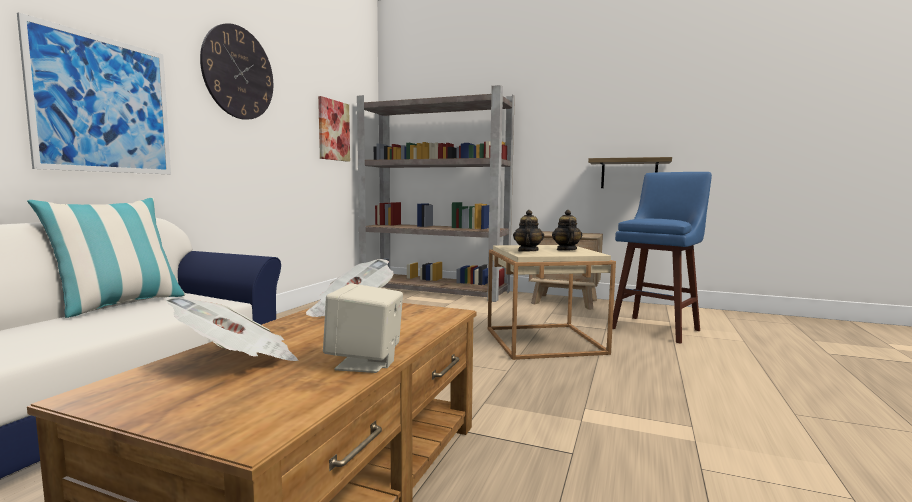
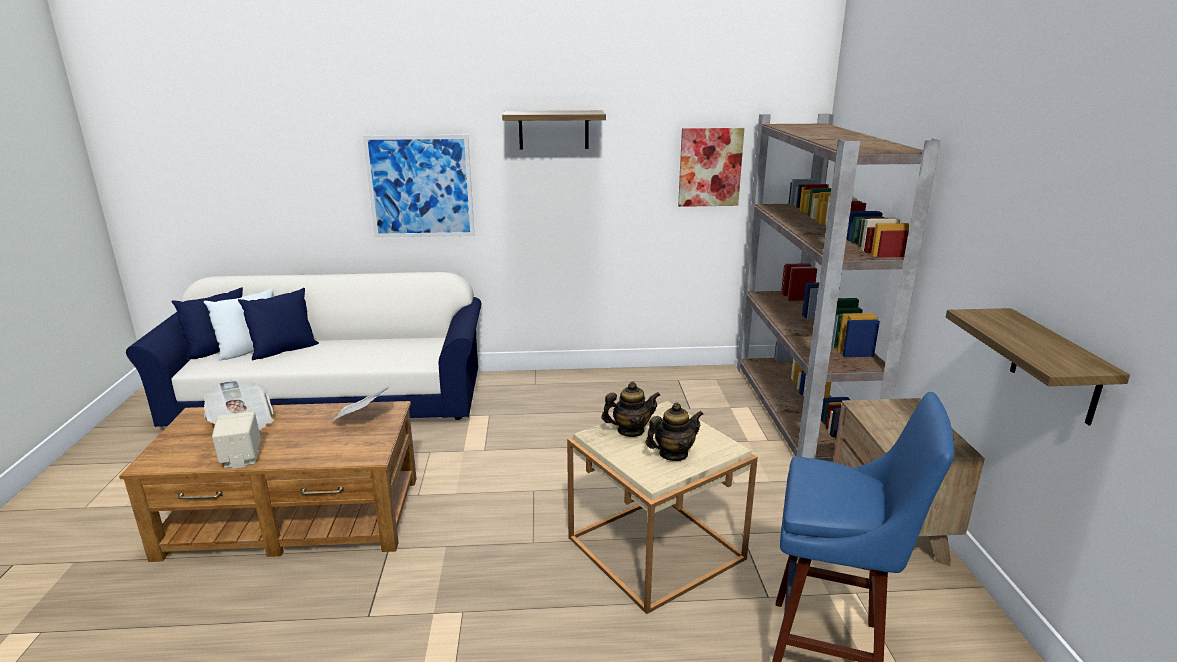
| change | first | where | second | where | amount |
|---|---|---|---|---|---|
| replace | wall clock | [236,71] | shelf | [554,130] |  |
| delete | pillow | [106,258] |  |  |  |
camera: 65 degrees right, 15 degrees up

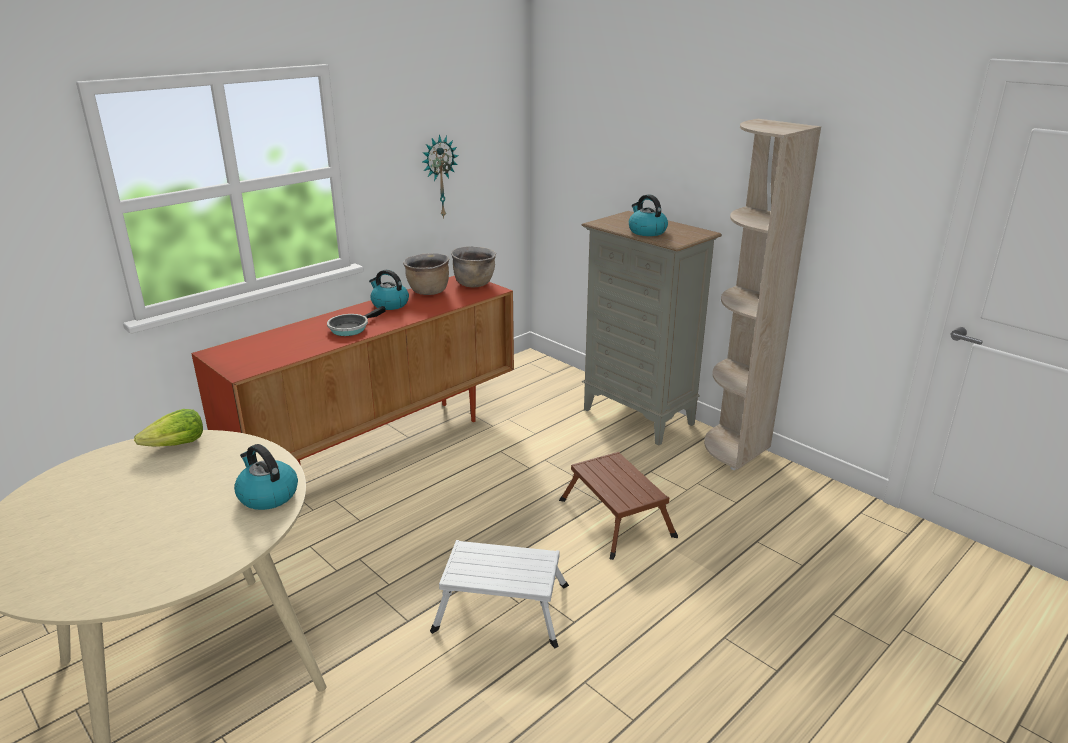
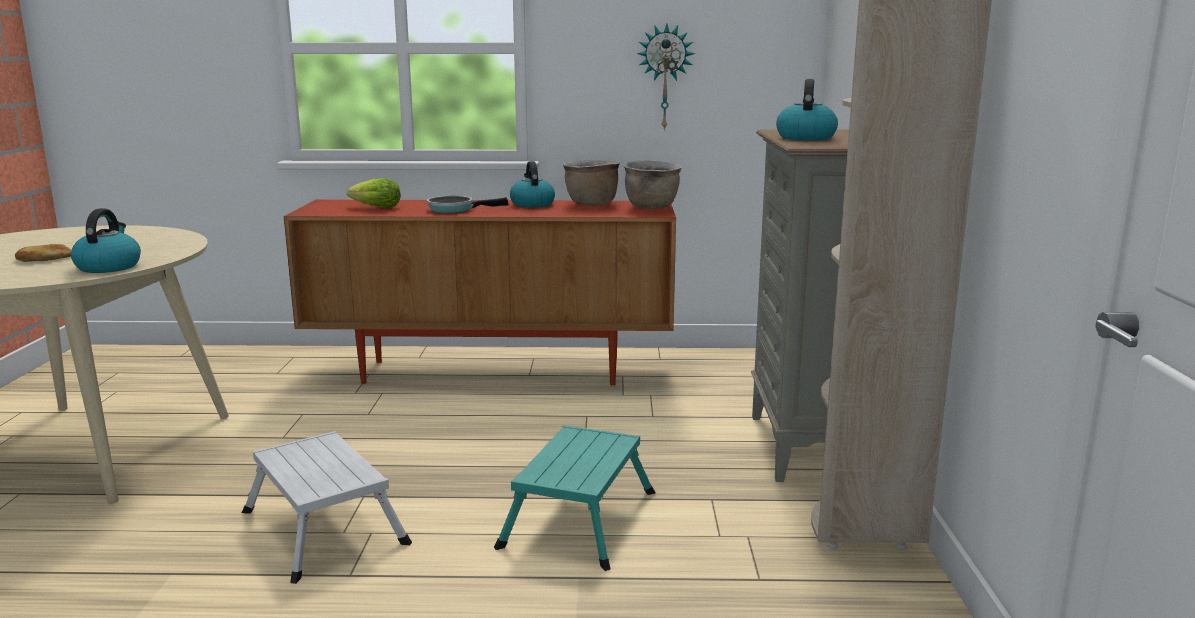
| change | first | where | second | where | amount |
|---|---|---|---|---|---|
| move | lettuce | [168,428] |  | [374,193] |  |
| recolor | brown step ladder | [618,506] | turquoise step ladder | [575,498] |  |
| insert |  |  | bread | [43,253] |  |
camera: 45 degrees right, 10 degrees down

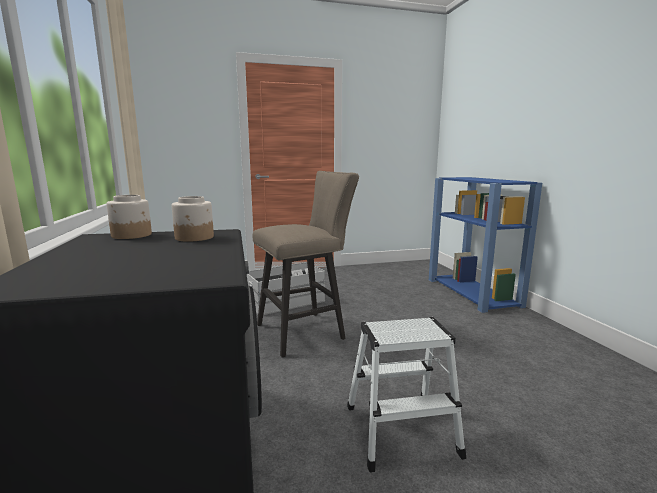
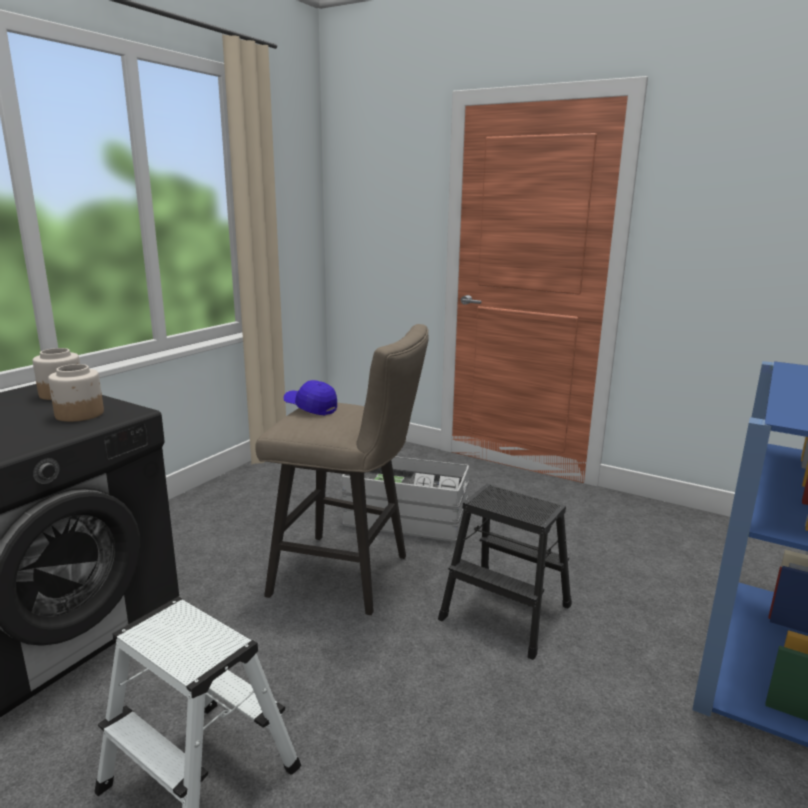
| change | first | where | second | where | amount |
|---|---|---|---|---|---|
| insert |  |  | blue cap | [310,398] |  |
| insert |  |  | black step ladder | [505,572] |  |
camera: 45 degrees right, 5 degrees up

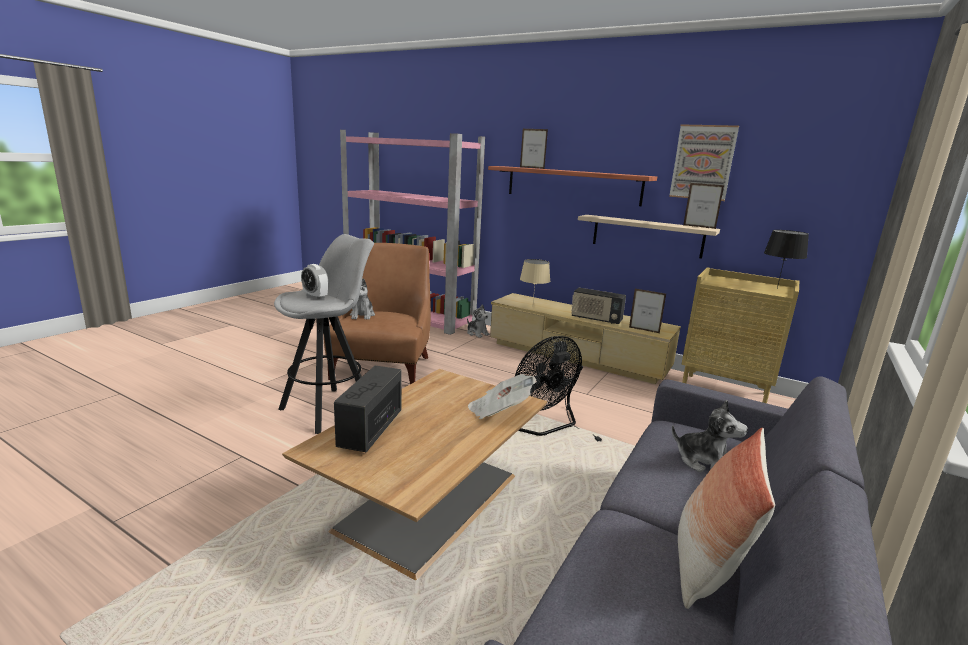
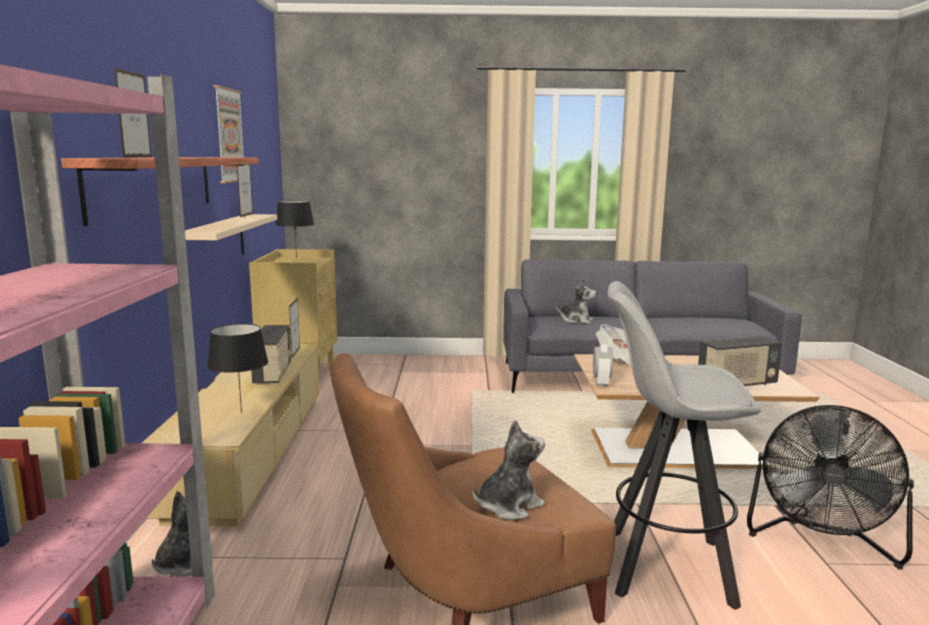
| change | first | where | second | where | amount |
|---|---|---|---|---|---|
| recolor | beige table lamp | [535,280] | black table lamp | [237,368] |  |
| move | alarm clock | [314,281] |  | [603,365] |  |
| move | black fan | [558,389] |  | [830,487] |  |
| rotate | plush toy | [710,436] |  | [576,301] | 105 degrees clockwise |
| delete | pillow | [726,518] |  |  |  |
camera: 120 degrees left, 5 degrees down

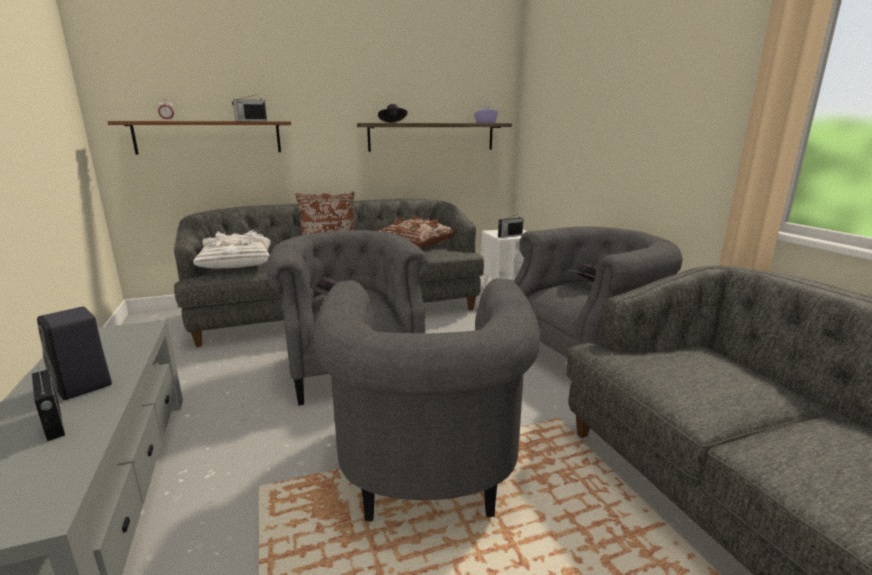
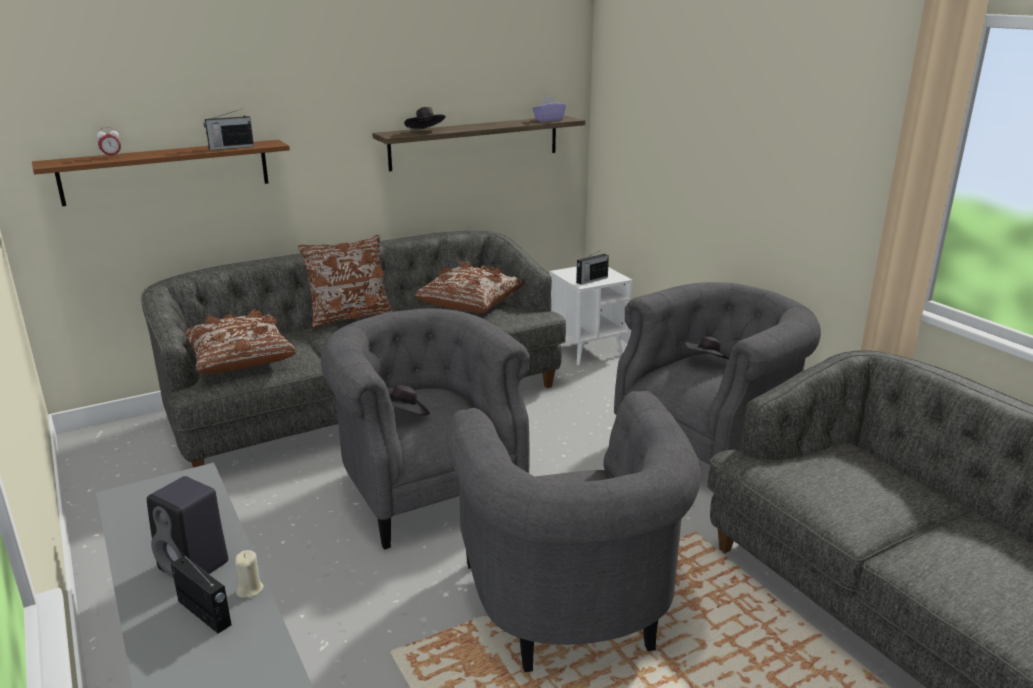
| change | first | where | second | where | amount |
|---|---|---|---|---|---|
| recolor | white pillow | [232,249] | brown pillow | [240,341] |  |
| insert |  |  | beige candle | [249,574] |  |
camera: 10 degrees left, 5 degrees up

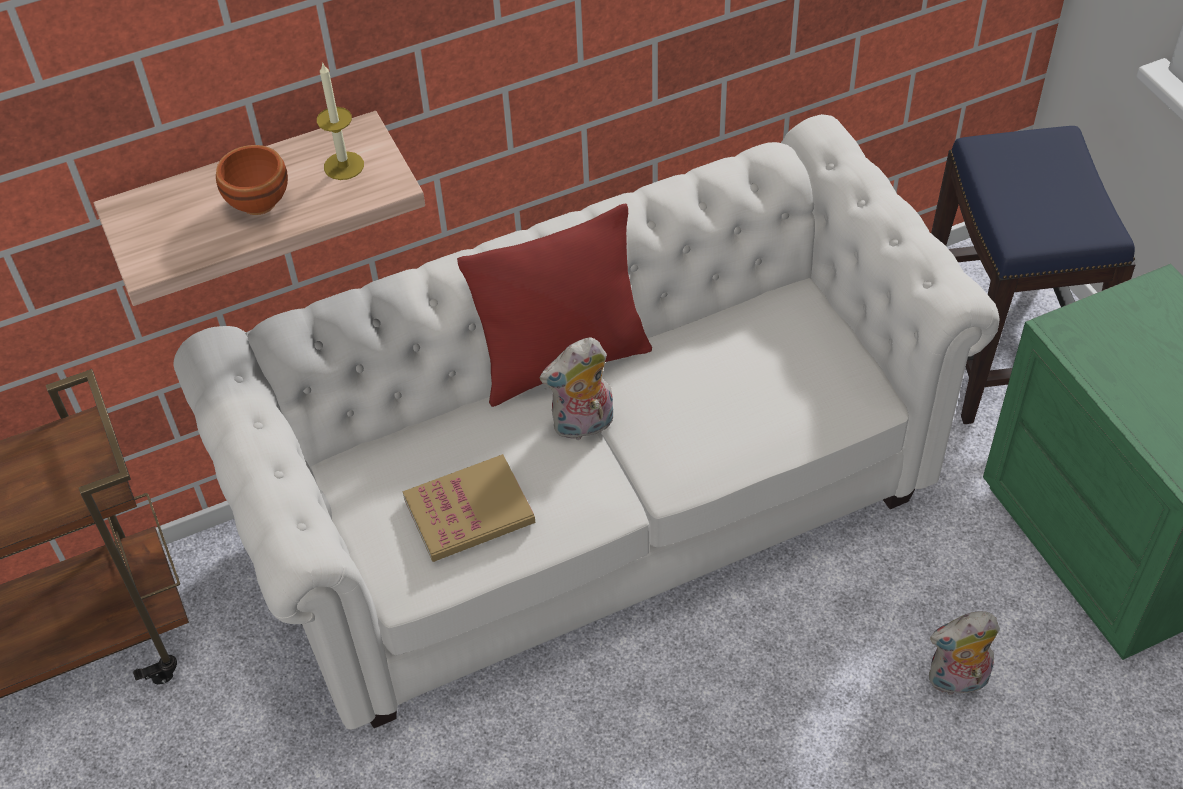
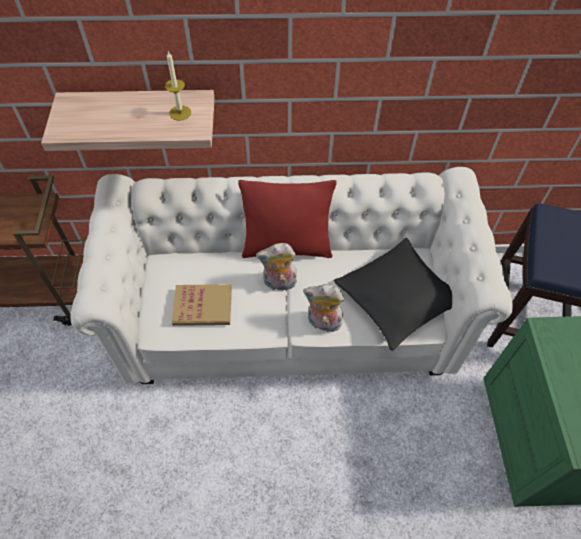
| change | first | where | second | where | amount |
|---|---|---|---|---|---|
| delete | brown bowl | [252,180] |  |  |  |
| move | plush toy | [964,653] |  | [323,308] |  |
| insert |  |  | black pillow | [393,294] |  |
camera: 20 degrees right, 5 degrees up

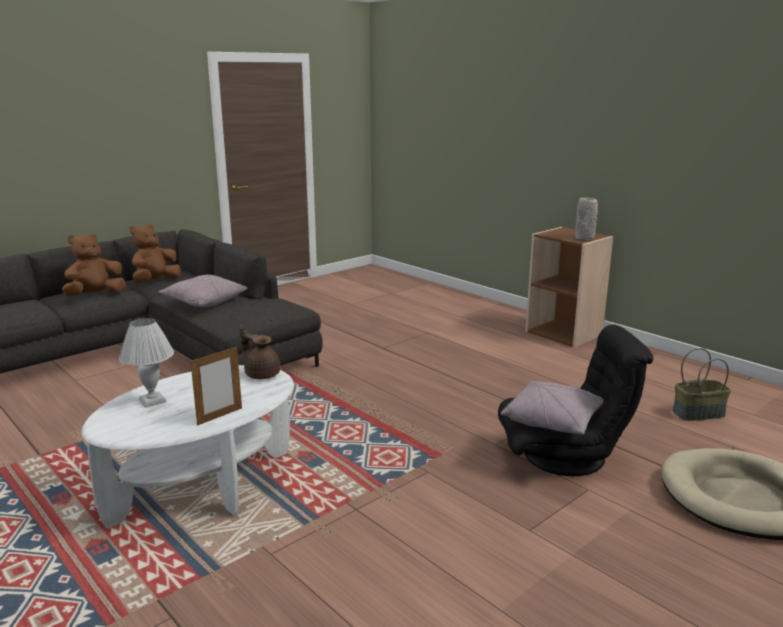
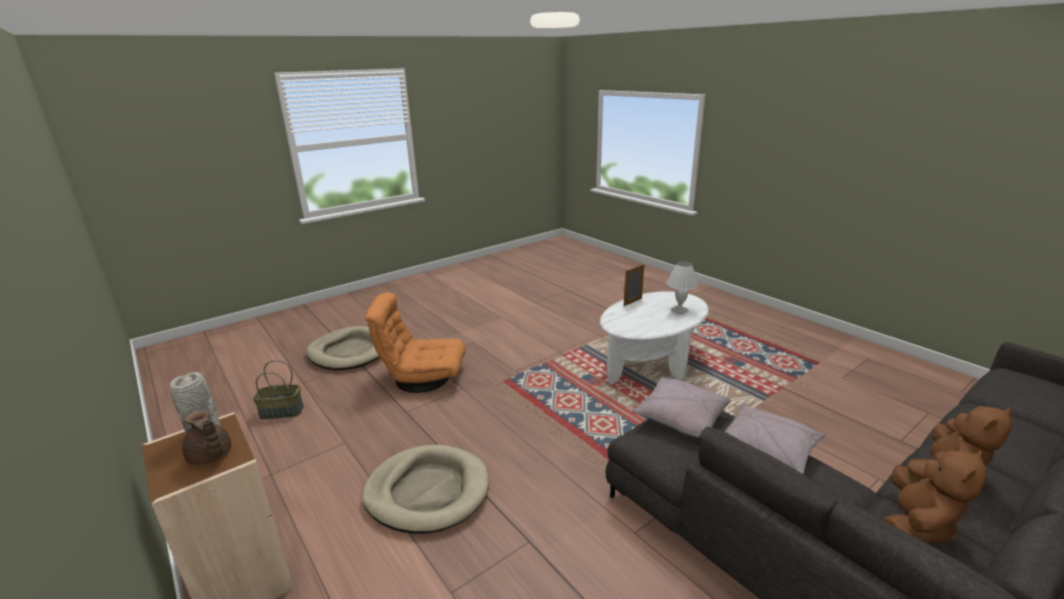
| change | first | where | second | where | amount |
|---|---|---|---|---|---|
| recolor | black armchair | [575,400] | orange armchair | [415,342] |  |
| move | brown teapot | [260,352] |  | [206,437] |  |
| move | purple pillow | [552,408] |  | [681,407] |  |
| insert |  |  | beige dog bed | [425,489] |  |
camera: 175 degrees left, 5 degrees up

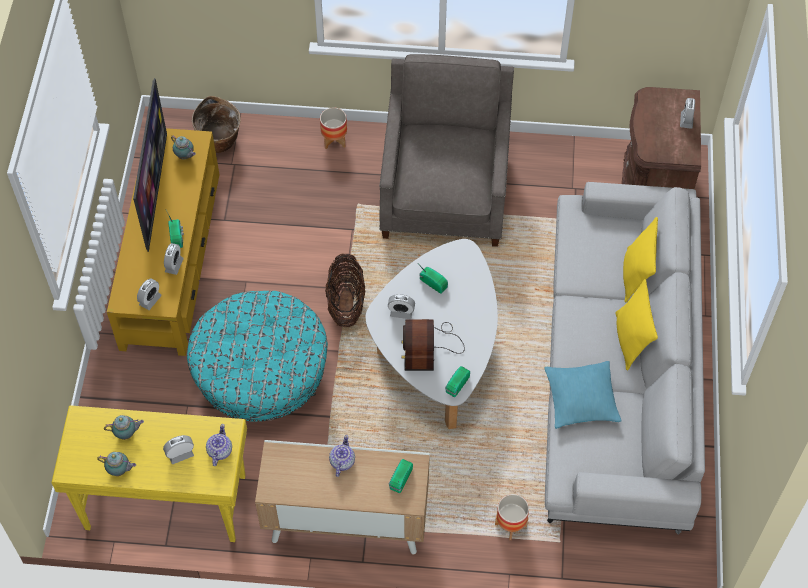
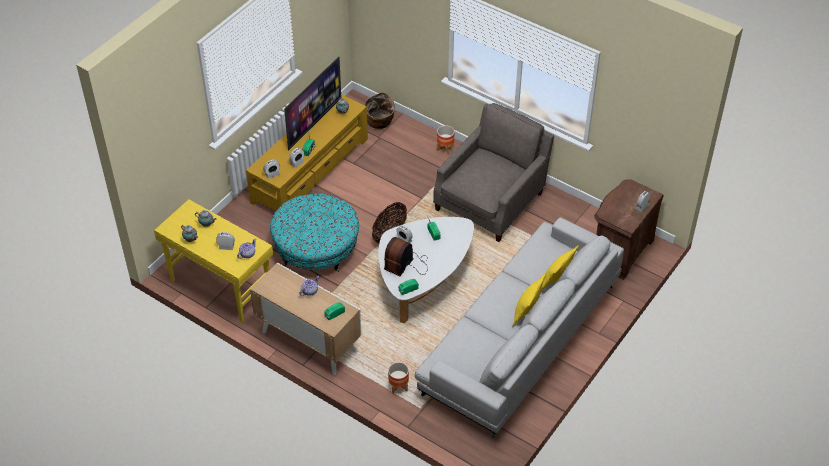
| change | first | where | second | where | amount |
|---|---|---|---|---|---|
| delete | turquoise pillow | [583,395] |  |  |  |
camera: 30 degrees right, 10 degrees down

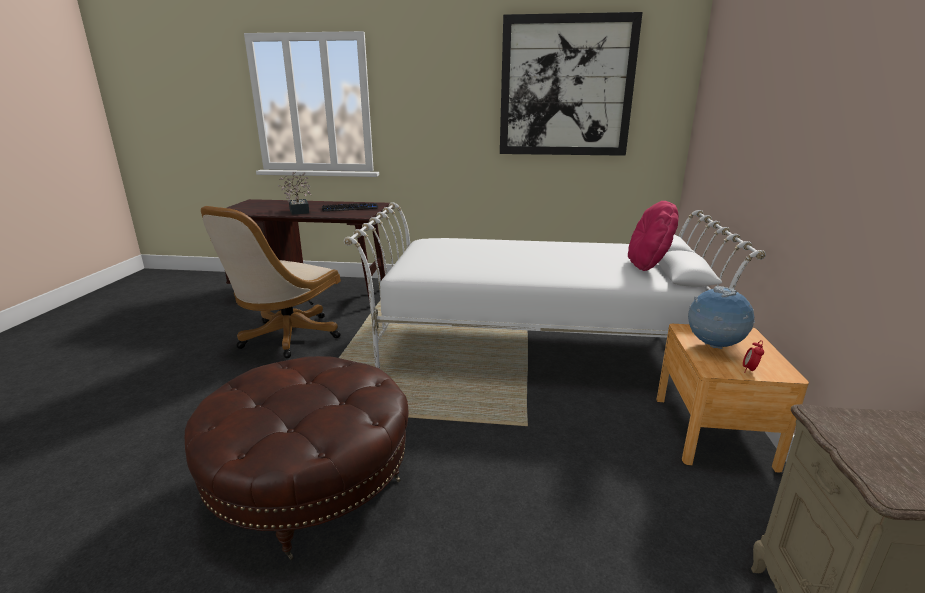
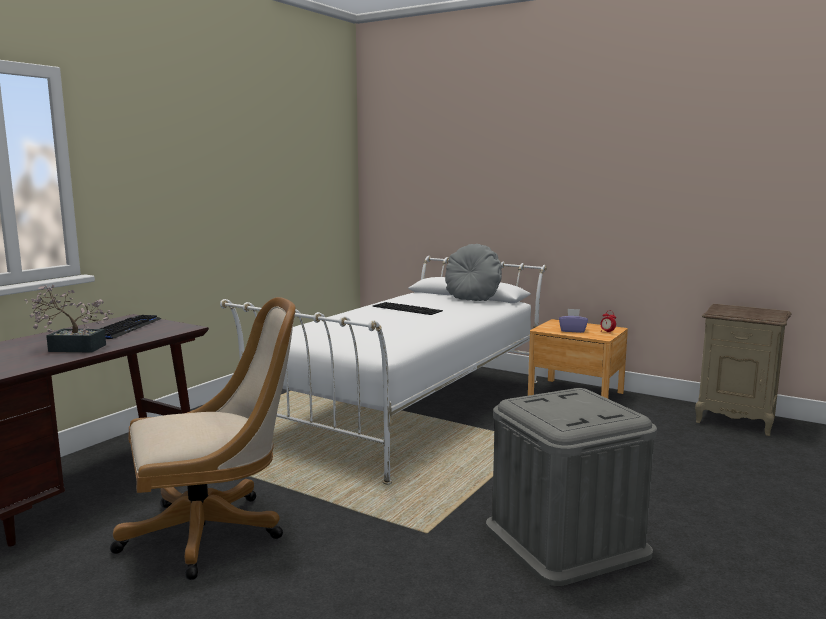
| change | first | where | second | where | amount |
|---|---|---|---|---|---|
| delete | picture | [571,84] |  |  |  |
| recolor | pink pillow | [653,236] | grey pillow | [473,272] |  |
| rotate | office chair | [271,282] |  | [202,438] | 75 degrees counterclockwise |
| replace | globe | [721,317] | purple tissue box | [573,321] |  |
| replace | brown ottoman | [297,458] | grey storage box | [571,487] |  |
| insert |  |  | keyboard | [407,308] |  |
camera: 65 degrees left, 10 degrees down

